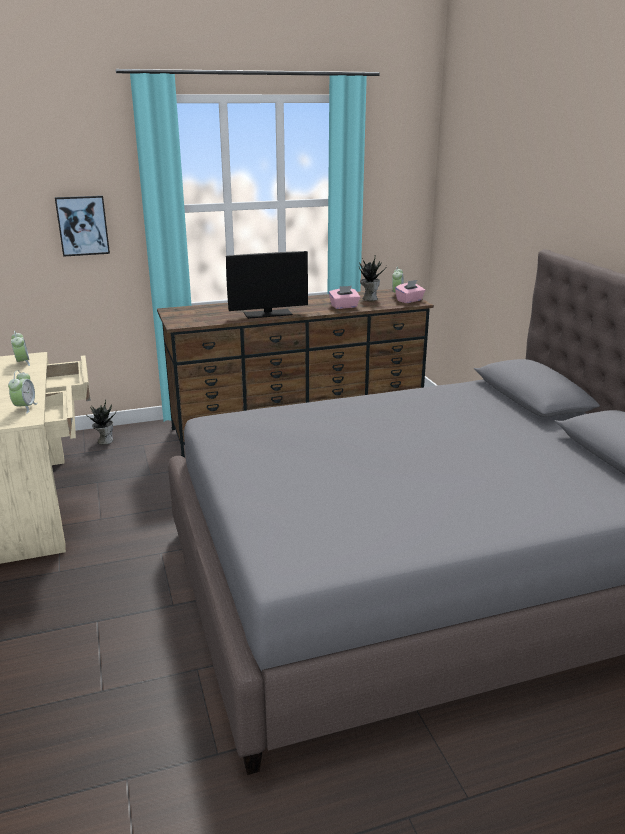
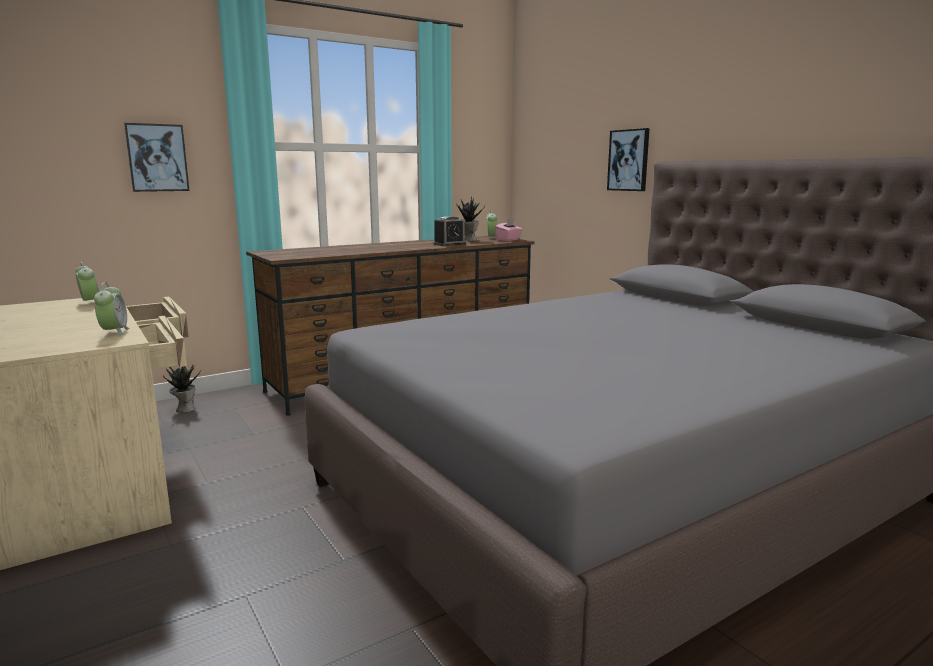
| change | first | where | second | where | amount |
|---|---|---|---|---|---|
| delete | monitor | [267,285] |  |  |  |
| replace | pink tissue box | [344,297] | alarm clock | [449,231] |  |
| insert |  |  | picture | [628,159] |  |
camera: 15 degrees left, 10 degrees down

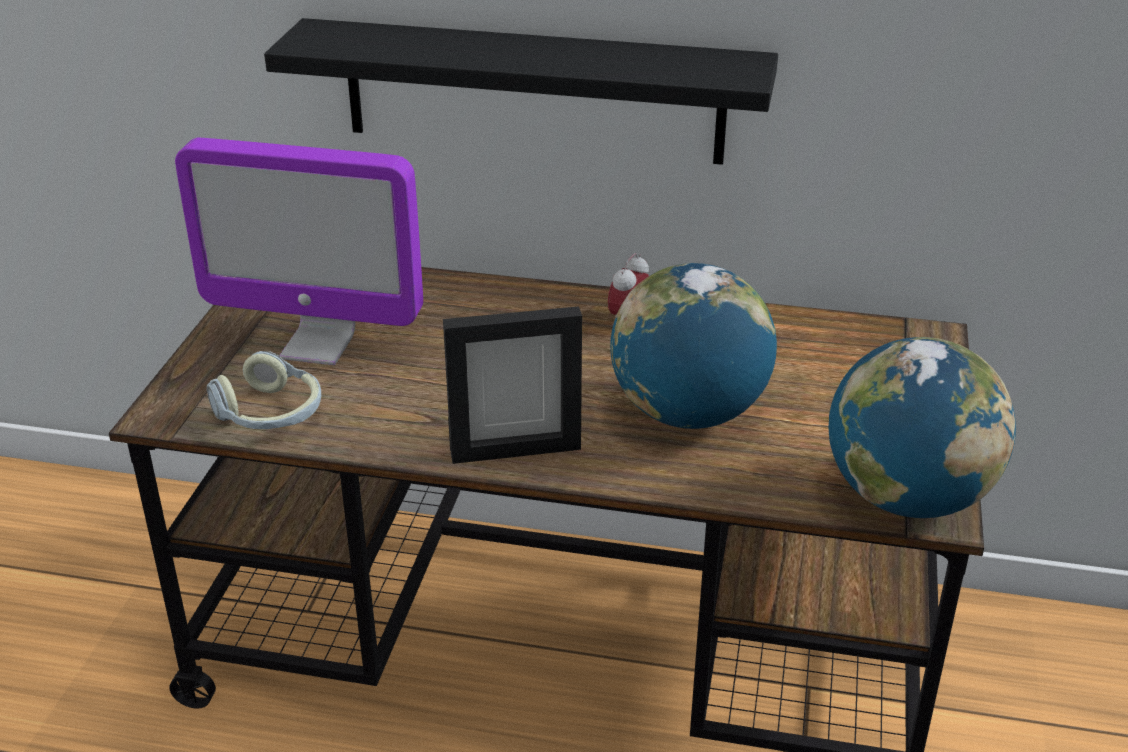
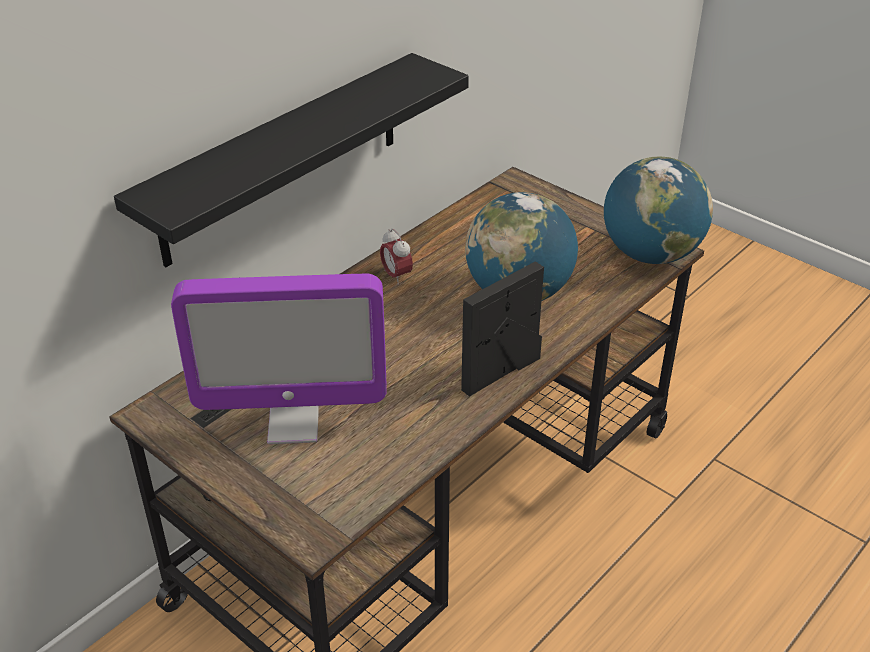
| change | first | where | second | where | amount |
|---|---|---|---|---|---|
| rotate | monitor | [299,251] |  | [279,359] | 45 degrees clockwise |
| rotate | picture frame | [512,385] |  | [502,329] | 150 degrees counterclockwise |
| delete | headphones | [264,390] |  |  |  |
camera: 60 degrees left, 5 degrees up

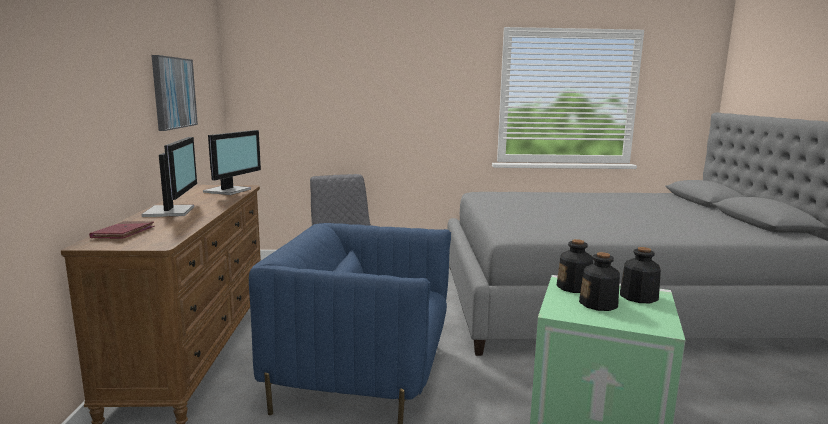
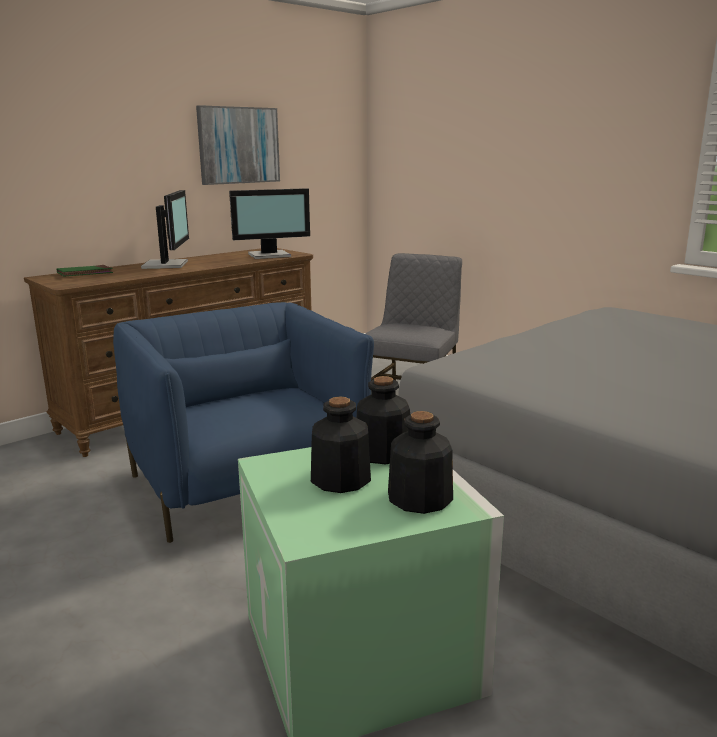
| change | first | where | second | where | amount |
|---|---|---|---|---|---|
| rotate | monitor | [169,177] |  | [165,229] | 45 degrees counterclockwise |
| recolor | red book | [122,230] | green book | [85,270] |  |
camera: 50 degrees right, 5 degrees up

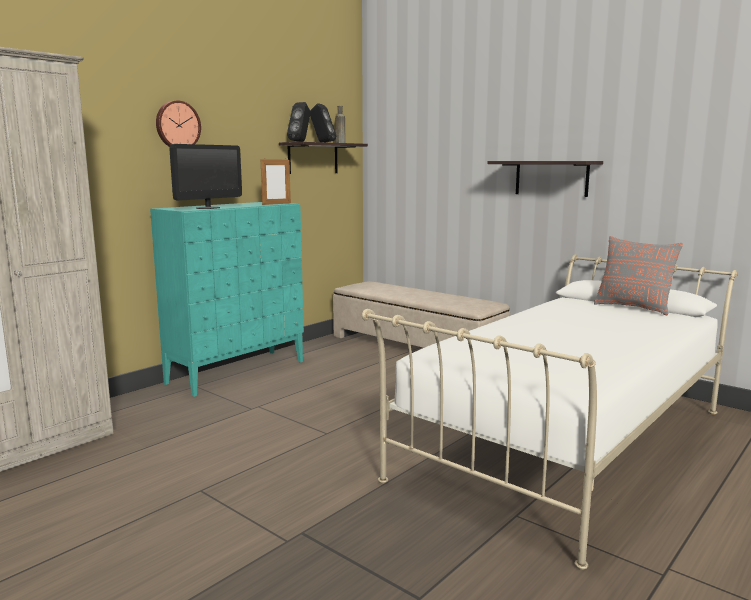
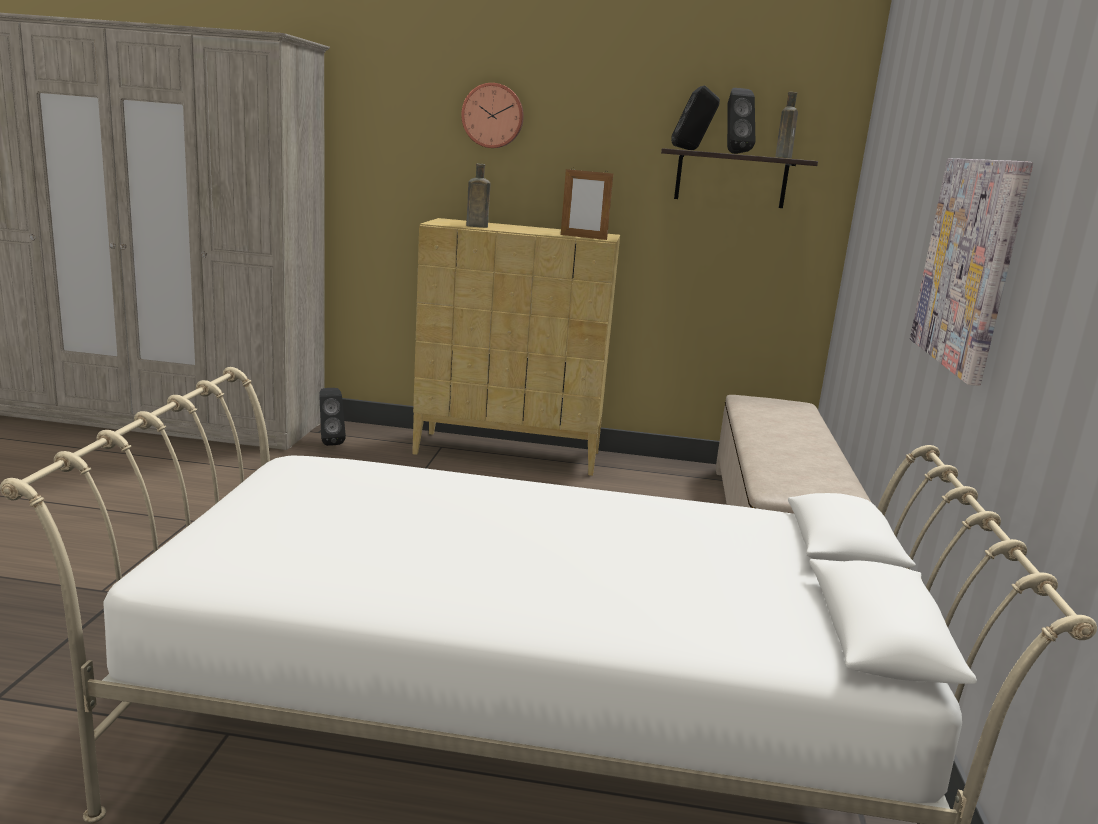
| change | first | where | second | where | amount |
|---|---|---|---|---|---|
| replace | monitor | [205,176] | brown bottle | [478,196] |  |
| replace | shelf | [545,179] | picture | [971,272] |  |
| recolor | turquoise dresser | [227,299] | beige dresser | [516,347] |  |
| delete | grey pillow | [638,275] |  |  |  |
| insert |  |  | black speaker | [332,417] |  |
camera: 55 degrees right, 5 degrees up

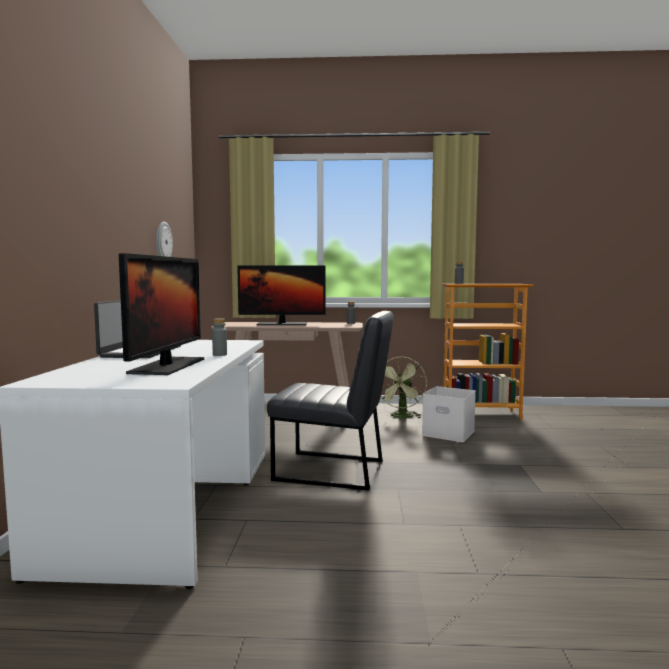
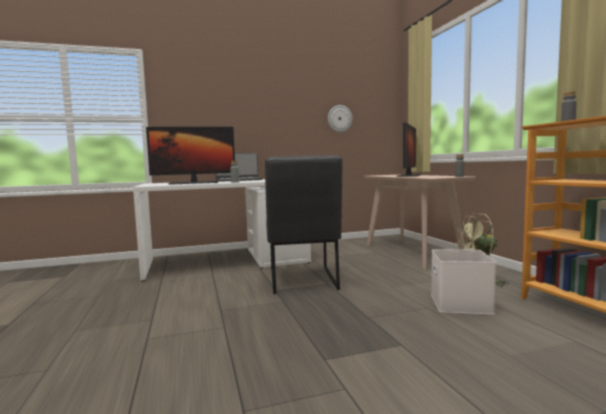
| change | first | where | second | where | amount |
|---|---|---|---|---|---|
| rotate | monitor | [281,295] |  | [409,149] | 135 degrees counterclockwise |
camera: 70 degrees right, 0 degrees up

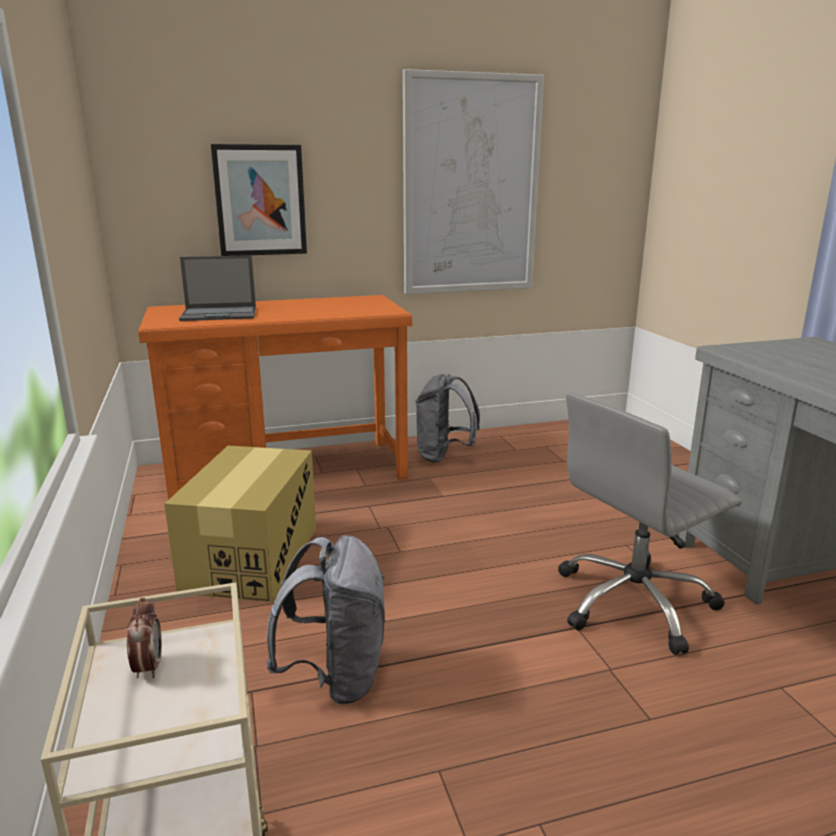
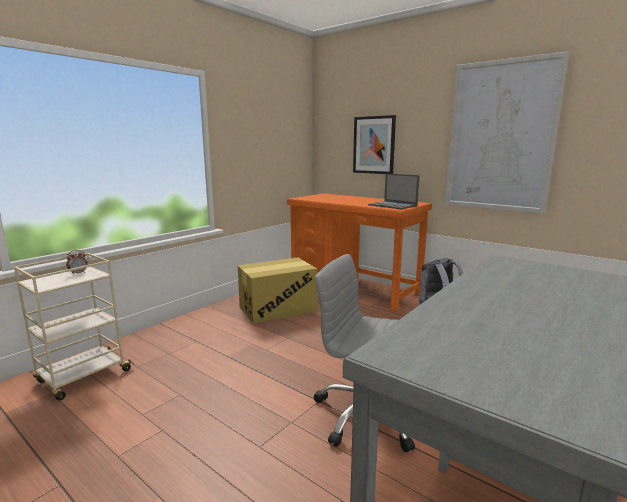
| change | first | where | second | where | amount |
|---|---|---|---|---|---|
| move | laptop | [217,288] |  | [394,191] |  |
| delete | grey backpack | [325,620] |  |  |  |
camera: 55 degrees right, 5 degrees down

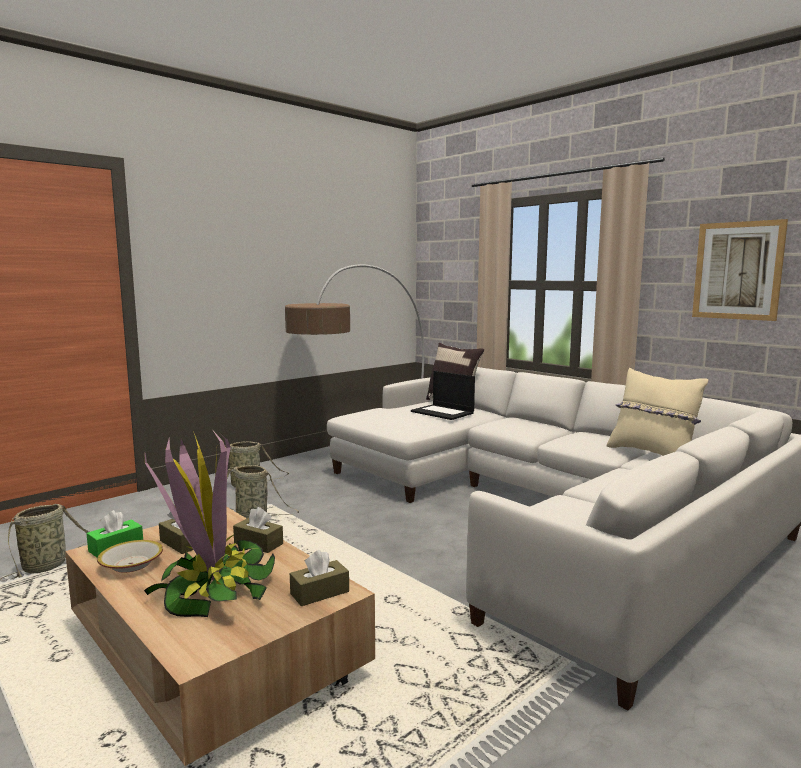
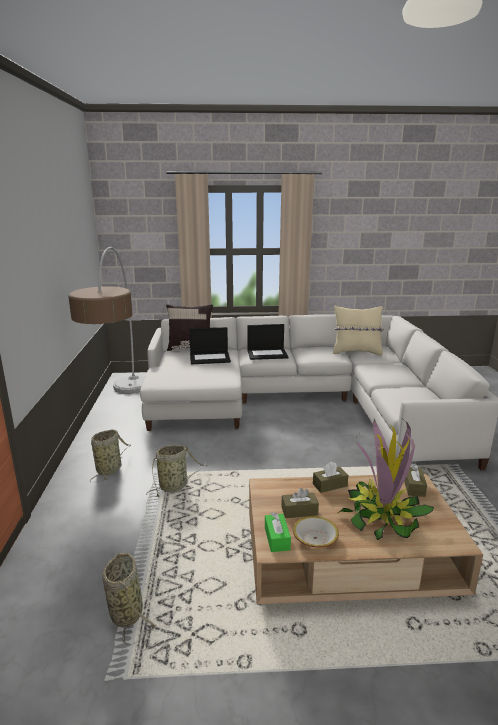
| change | first | where | second | where | amount |
|---|---|---|---|---|---|
| delete | picture | [740,270] |  |  |  |
| insert |  |  | laptop | [267,342] |  |
camera: 50 degrees left, 10 degrees up

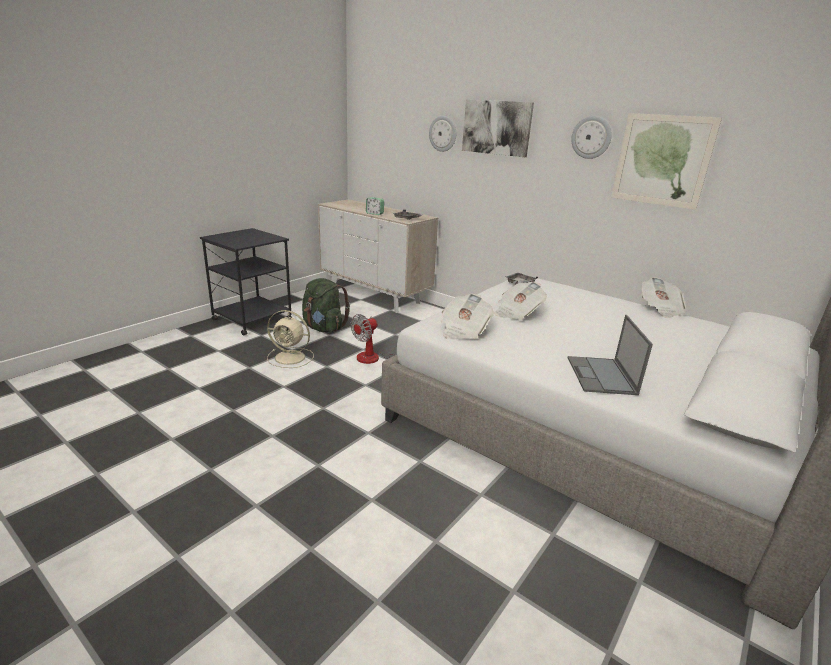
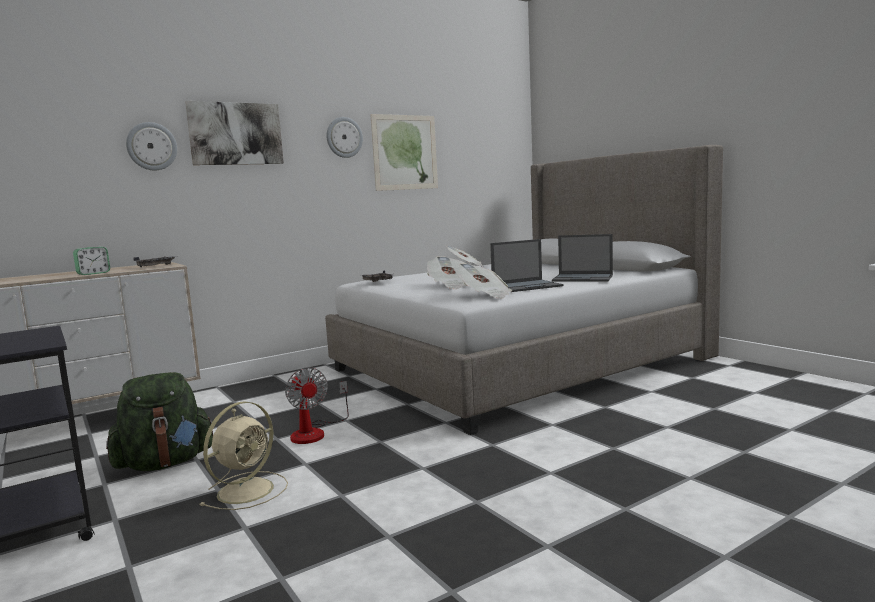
| change | first | where | second | where | amount |
|---|---|---|---|---|---|
| insert |  |  | laptop | [526,265] |  |
camera: 70 degrees left, 15 degrees down

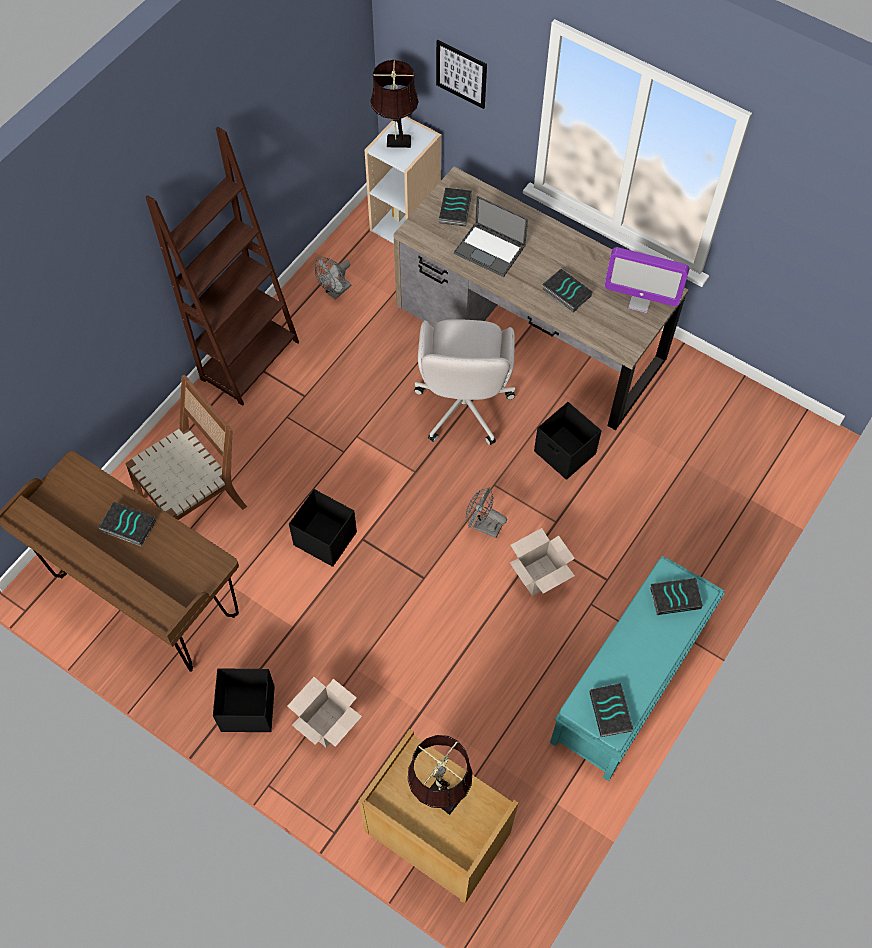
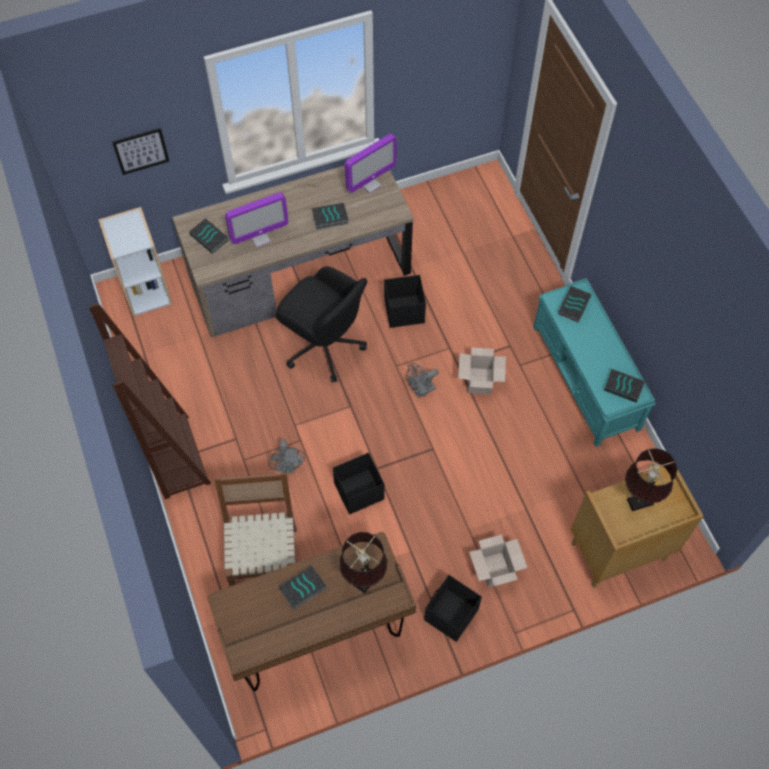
| change | first | where | second | where | amount |
|---|---|---|---|---|---|
| move | brown table lamp | [394,104] |  | [363,562] |  |
| replace | laptop | [491,236] | monitor | [257,219] |  |
| move | grey fan | [333,278] |  | [286,456] |  |
| recolor | white office chair | [464,382] | black office chair | [321,324] |  |
camera: 55 degrees left, 0 degrees up

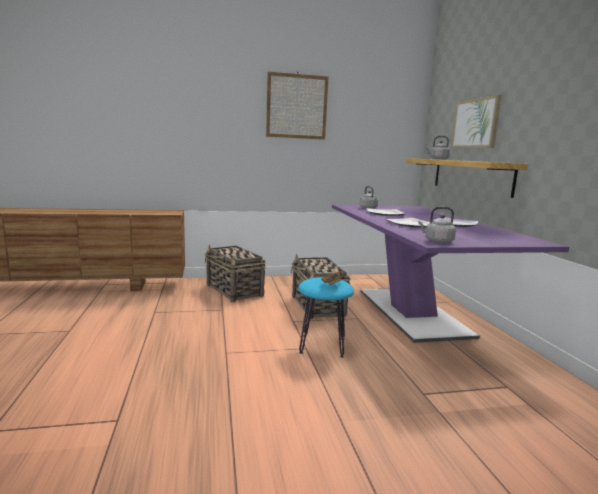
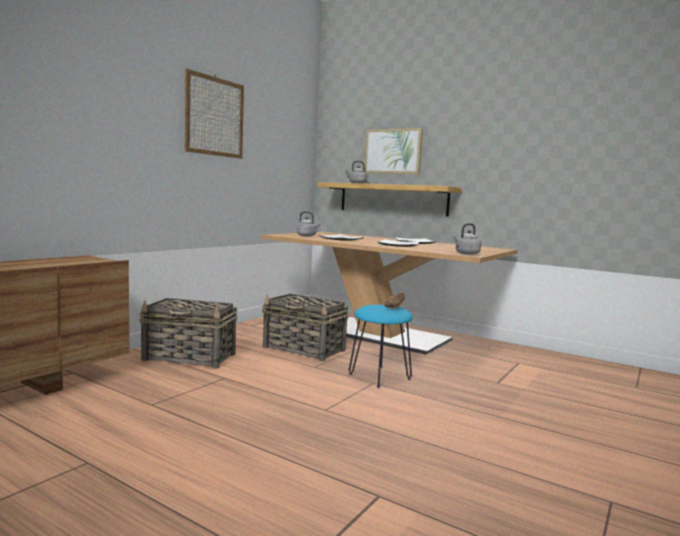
| change | first | where | second | where | amount |
|---|---|---|---|---|---|
| recolor | purple dining table | [450,274] | beige dining table | [389,293] |  |
camera: 45 degrees left, 5 degrees down

